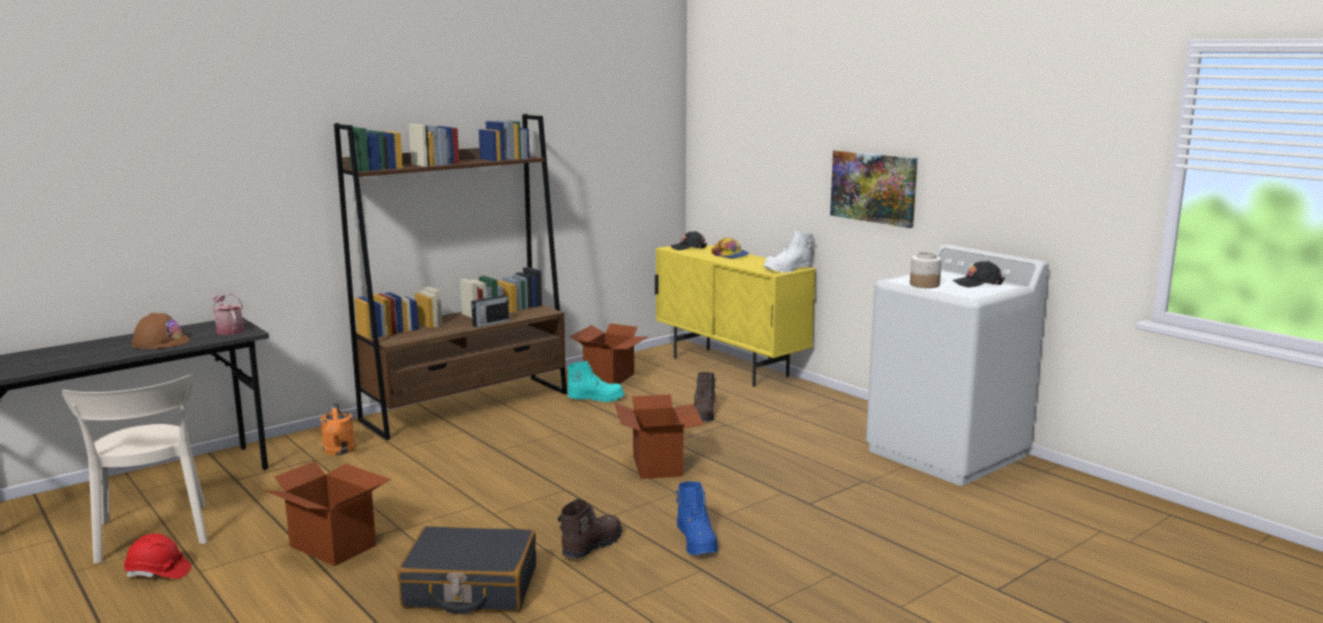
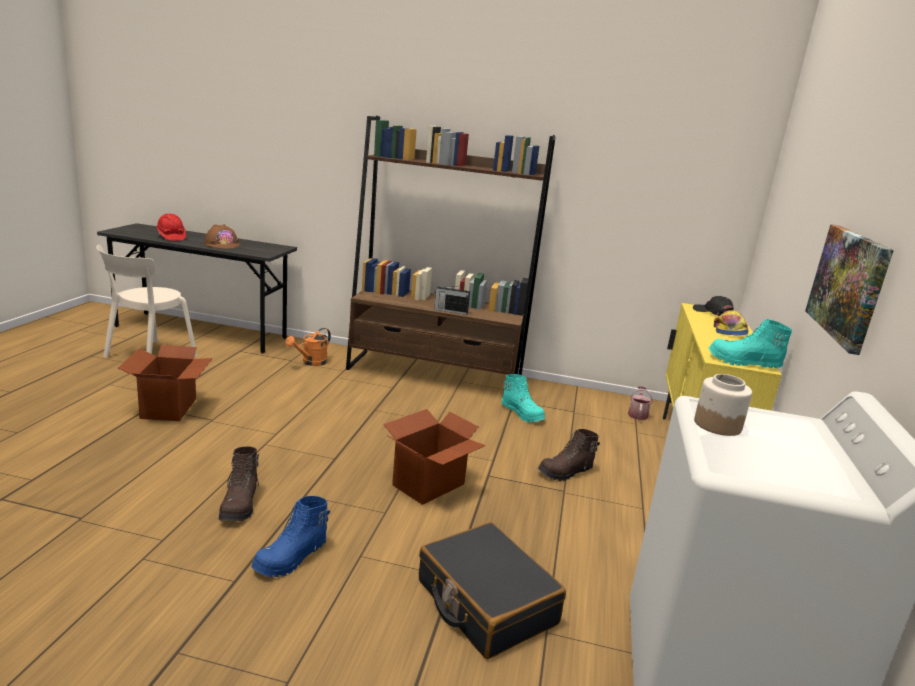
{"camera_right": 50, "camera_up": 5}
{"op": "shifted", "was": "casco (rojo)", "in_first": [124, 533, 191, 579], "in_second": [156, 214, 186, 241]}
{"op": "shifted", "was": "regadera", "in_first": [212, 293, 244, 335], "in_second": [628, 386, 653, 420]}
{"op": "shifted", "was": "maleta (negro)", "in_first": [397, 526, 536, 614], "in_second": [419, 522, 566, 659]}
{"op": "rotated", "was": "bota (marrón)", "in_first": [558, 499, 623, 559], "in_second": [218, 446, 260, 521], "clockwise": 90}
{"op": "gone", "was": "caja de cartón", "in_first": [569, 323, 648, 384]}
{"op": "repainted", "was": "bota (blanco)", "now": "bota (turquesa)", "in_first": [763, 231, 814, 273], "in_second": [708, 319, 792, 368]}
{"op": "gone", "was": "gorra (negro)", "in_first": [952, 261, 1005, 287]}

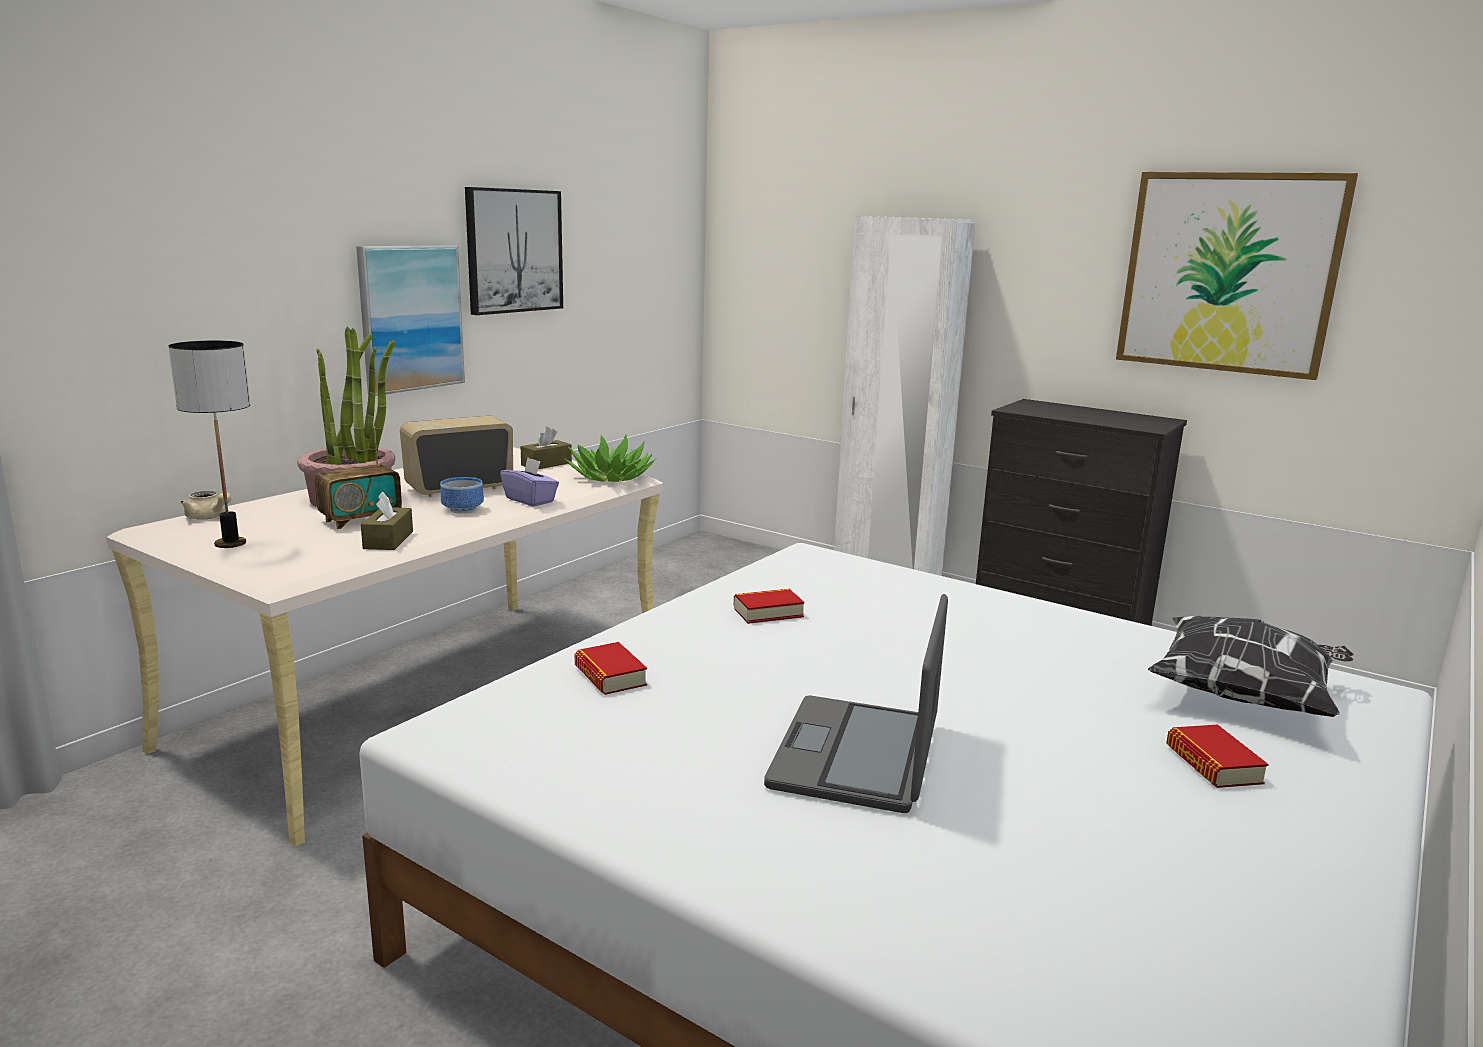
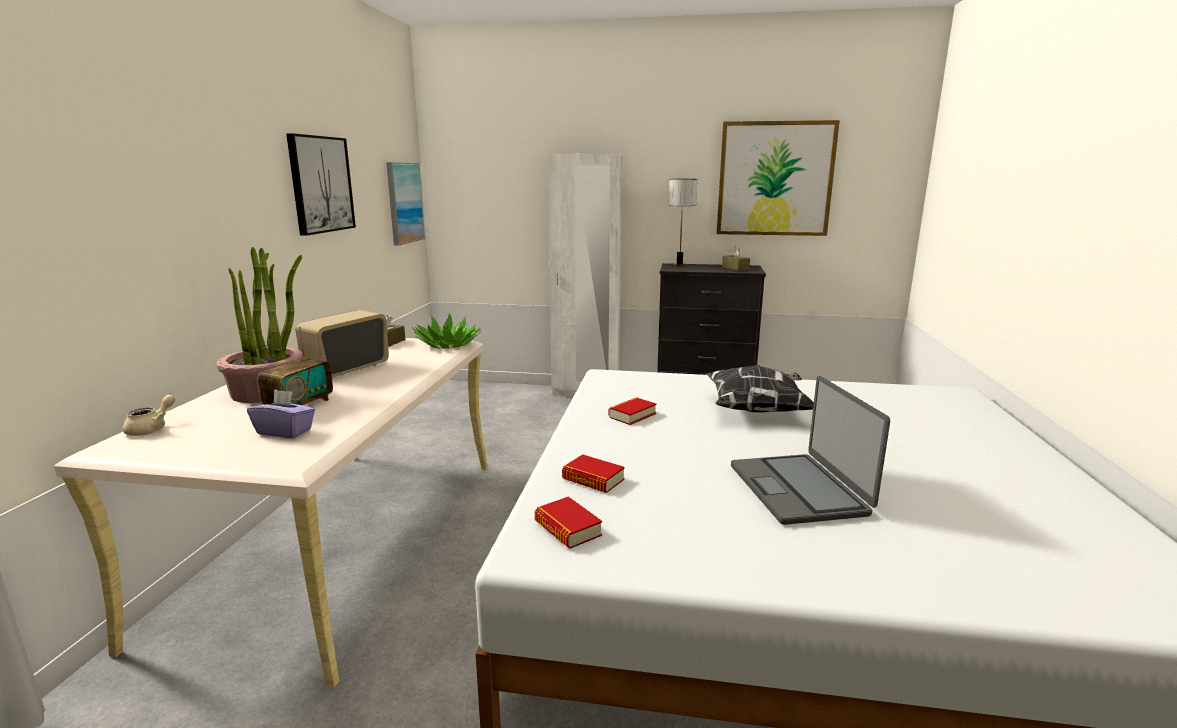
{"camera_right": -25, "camera_up": 0}
{"op": "shifted", "was": "lámpara de mesa", "in_first": [168, 341, 250, 548], "in_second": [669, 179, 697, 266]}
{"op": "rotated", "was": "tetera (beis)", "in_first": [180, 491, 231, 520], "in_second": [123, 395, 176, 436], "clockwise": -75}
{"op": "shifted", "was": "cuadro", "in_first": [356, 245, 465, 396], "in_second": [386, 162, 425, 246]}
{"op": "shifted", "was": "caja de pañuelos (marrón)", "in_first": [361, 491, 413, 550], "in_second": [722, 246, 750, 271]}
{"op": "gone", "was": "cuenco", "in_first": [440, 477, 484, 513]}
{"op": "shifted", "was": "caja de pañuelos (morado)", "in_first": [500, 457, 559, 507], "in_second": [247, 389, 315, 438]}
{"op": "shifted", "was": "cojín", "in_first": [1148, 616, 1354, 717], "in_second": [707, 365, 814, 413]}
{"op": "shifted", "was": "libro", "in_first": [1166, 725, 1269, 788], "in_second": [535, 497, 602, 549]}

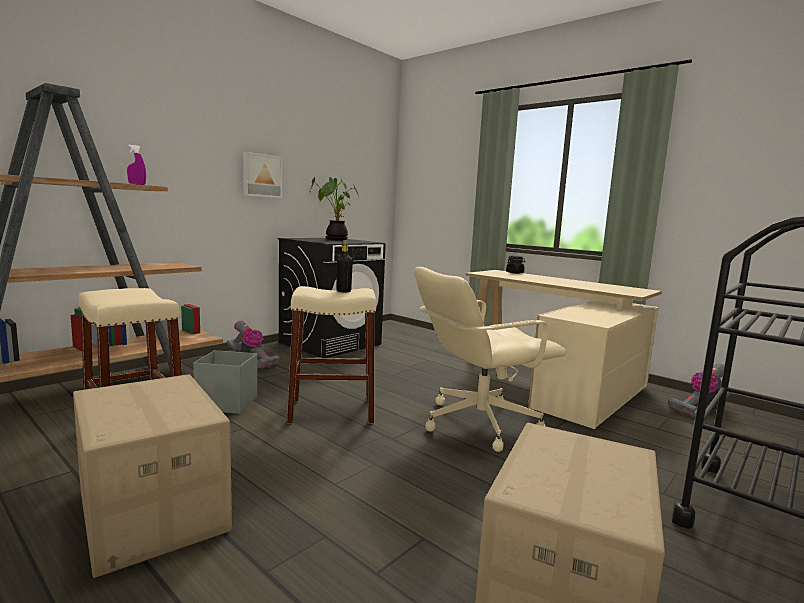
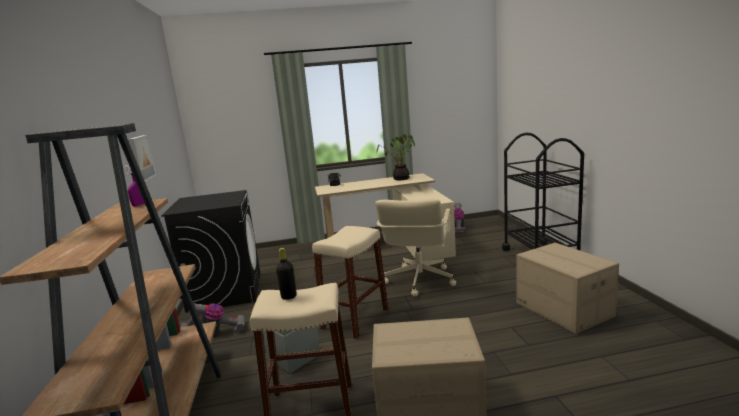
{"camera_right": -50, "camera_up": 5}
{"op": "shifted", "was": "planta en maceta", "in_first": [309, 177, 359, 240], "in_second": [376, 134, 415, 180]}
{"op": "shifted", "was": "botella (negro)", "in_first": [337, 241, 353, 292], "in_second": [276, 248, 297, 300]}

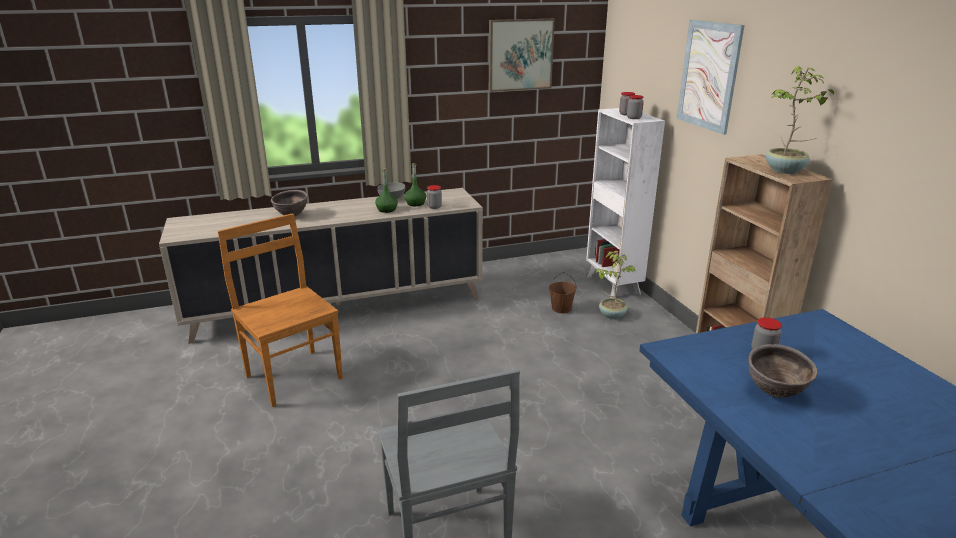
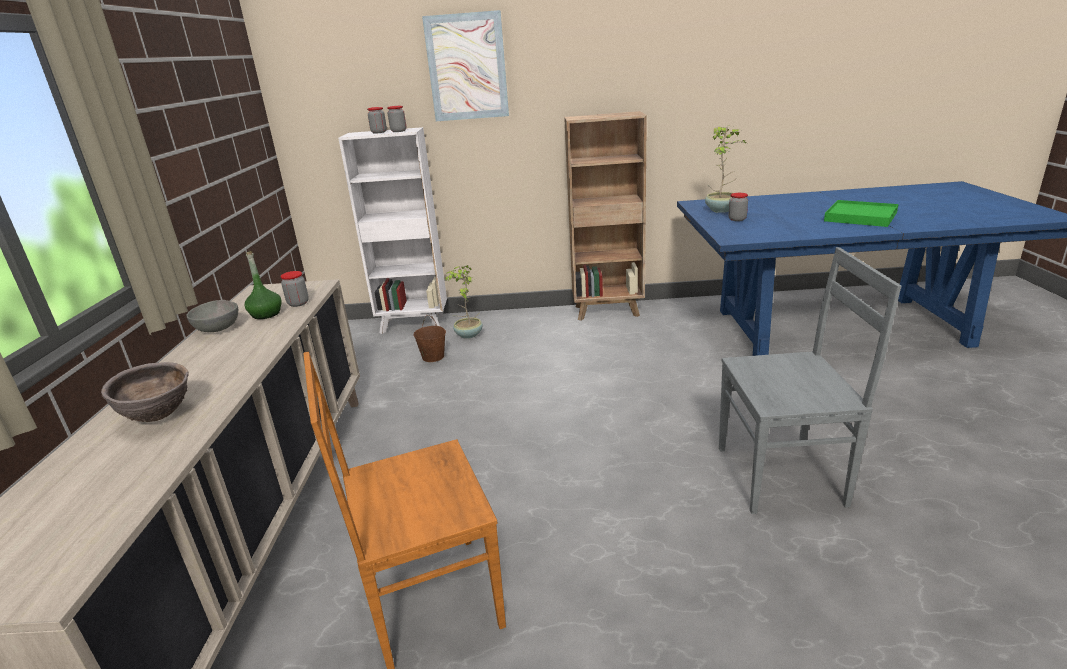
{"camera_right": -70, "camera_up": 0}
{"op": "gone", "was": "botella (verde)", "in_first": [375, 168, 398, 213]}
{"op": "gone", "was": "cuadro", "in_first": [489, 19, 555, 92]}
{"op": "gone", "was": "cuenco (marrón)", "in_first": [748, 344, 817, 398]}
{"op": "shifted", "was": "planta en maceta", "in_first": [766, 66, 834, 174], "in_second": [705, 126, 747, 213]}
{"op": "new", "now": "bandeja (verde)", "in_second": [824, 200, 899, 227]}

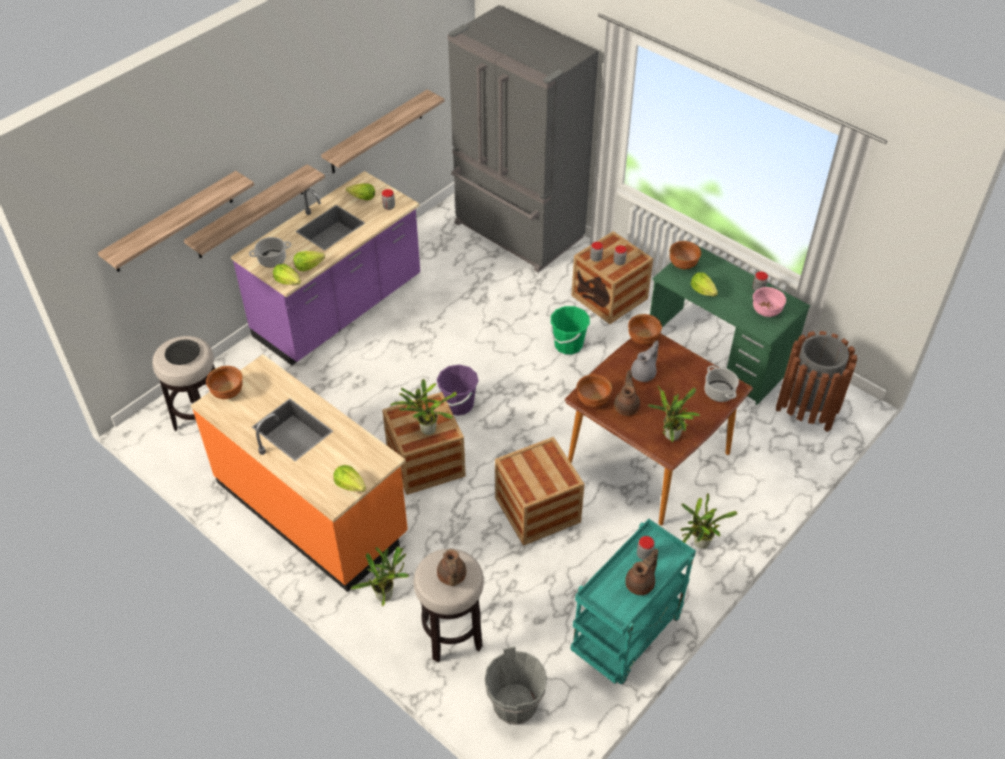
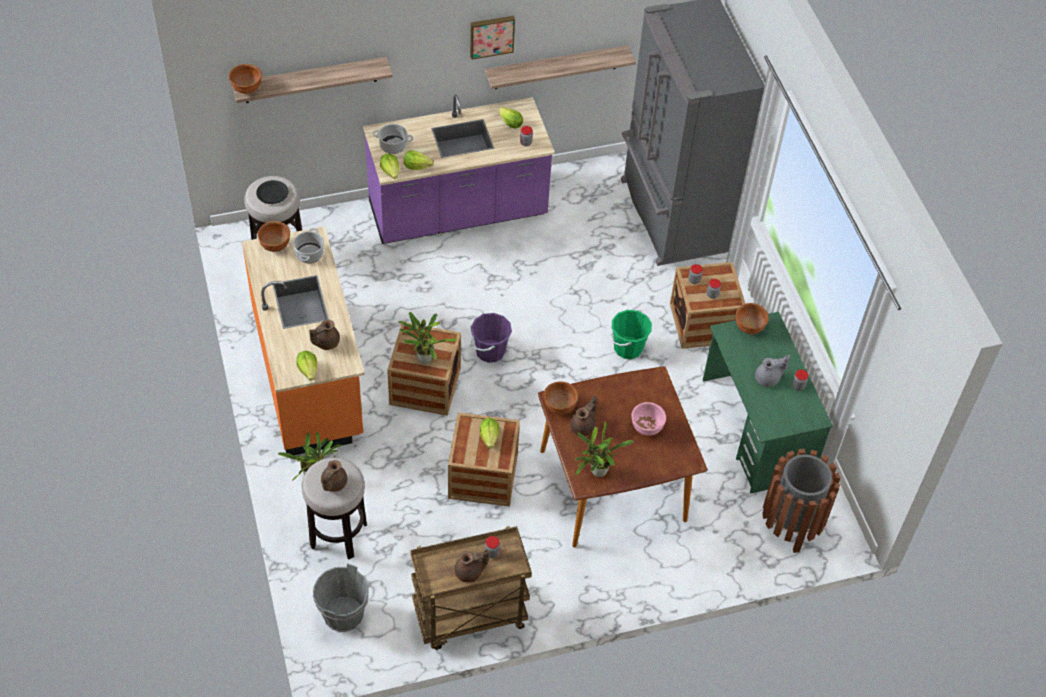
{"camera_right": 30, "camera_up": 5}
{"op": "gone", "was": "estante", "in_first": [184, 164, 325, 258]}
{"op": "repainted", "was": "carrito (turquesa)", "now": "carrito (marrón)", "in_first": [570, 519, 696, 684], "in_second": [410, 526, 532, 650]}
{"op": "shifted", "was": "cuenco (marrón)", "in_first": [628, 314, 662, 345], "in_second": [229, 64, 262, 94]}
{"op": "shifted", "was": "tetera (gris)", "in_first": [631, 340, 659, 382], "in_second": [755, 355, 790, 387]}
{"op": "gone", "was": "planta en maceta", "in_first": [680, 493, 737, 549]}
{"op": "shifted", "was": "lechuga", "in_first": [691, 272, 718, 296], "in_second": [480, 418, 499, 449]}
{"op": "shifted", "was": "olla", "in_first": [705, 366, 739, 402], "in_second": [293, 228, 324, 263]}
{"op": "shifted", "was": "cuenco (rosa)", "in_first": [753, 287, 786, 317], "in_second": [631, 402, 666, 436]}
{"op": "new", "now": "tetera (marrón)", "in_second": [309, 320, 340, 350]}
{"op": "new", "now": "cuadro", "in_second": [470, 16, 515, 60]}

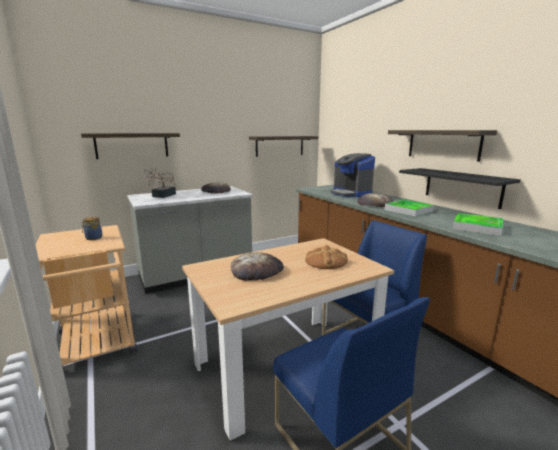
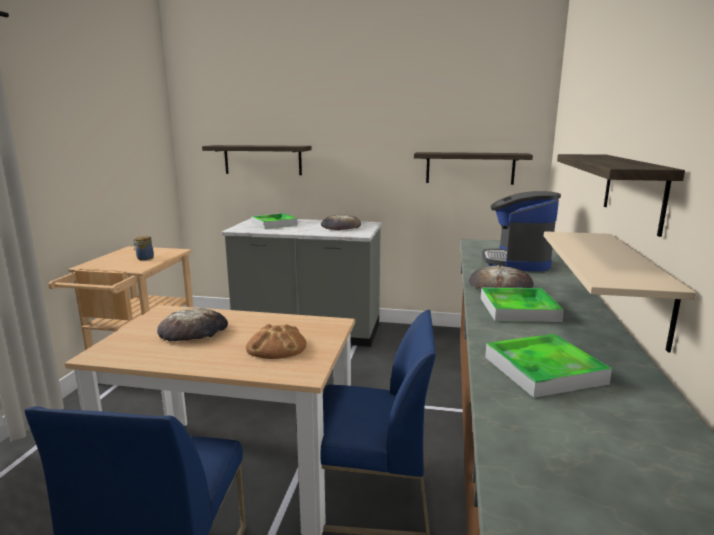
{"camera_right": 40, "camera_up": 0}
{"op": "swapped", "was": "planta en maceta", "now": "bandeja", "in_first": [144, 168, 176, 198], "in_second": [252, 213, 298, 229]}
{"op": "repainted", "was": "estante (negro)", "now": "estante (beis)", "in_first": [399, 168, 521, 209], "in_second": [544, 231, 697, 353]}

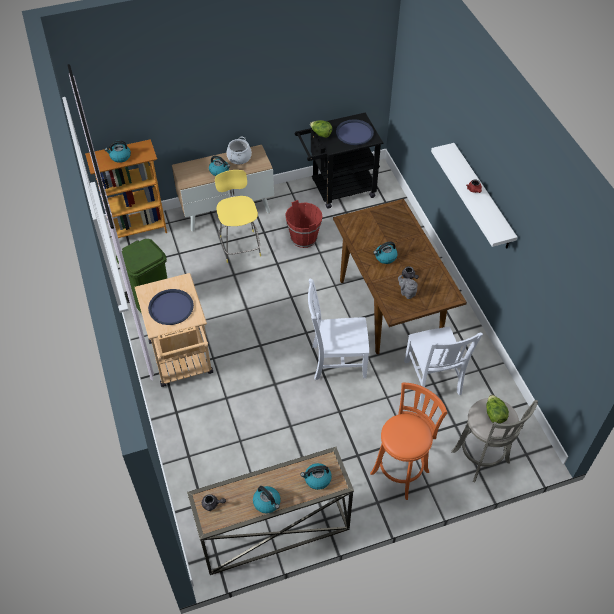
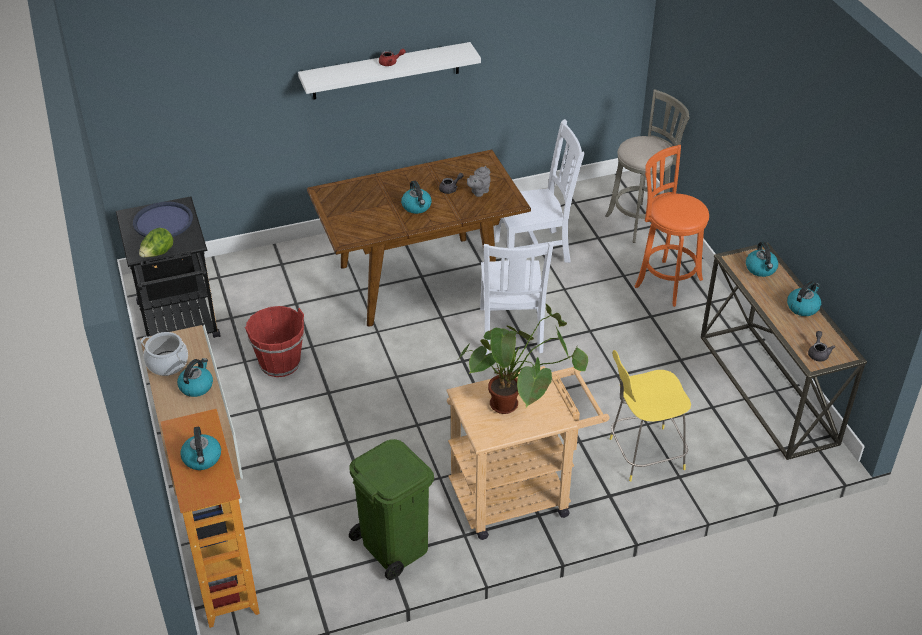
{"camera_right": -90, "camera_up": -10}
{"op": "swapped", "was": "bandeja (azul)", "now": "planta en maceta", "in_first": [148, 289, 194, 325], "in_second": [458, 304, 588, 414]}
{"op": "shifted", "was": "taburete (amarillo)", "in_first": [215, 170, 261, 263], "in_second": [610, 350, 691, 481]}
{"op": "gone", "was": "lechuga", "in_first": [486, 395, 509, 424]}

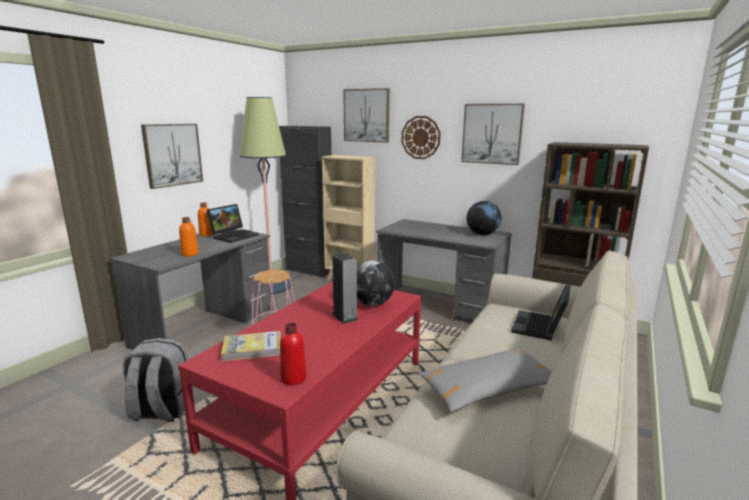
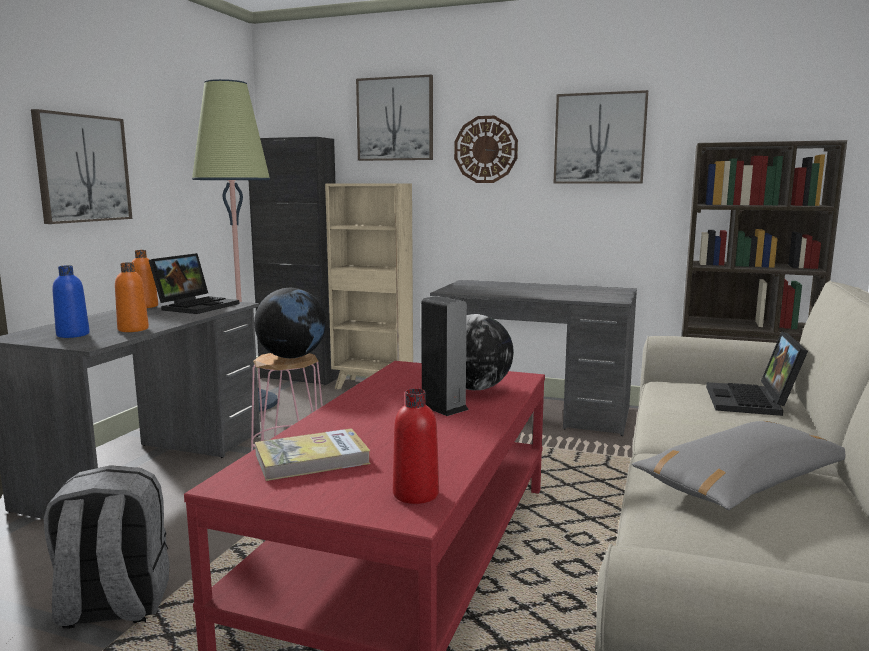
{"camera_right": -10, "camera_up": -5}
{"op": "shifted", "was": "globo terráqueo", "in_first": [467, 201, 501, 235], "in_second": [254, 288, 326, 358]}
{"op": "new", "now": "botella (azul)", "in_second": [52, 265, 90, 338]}

